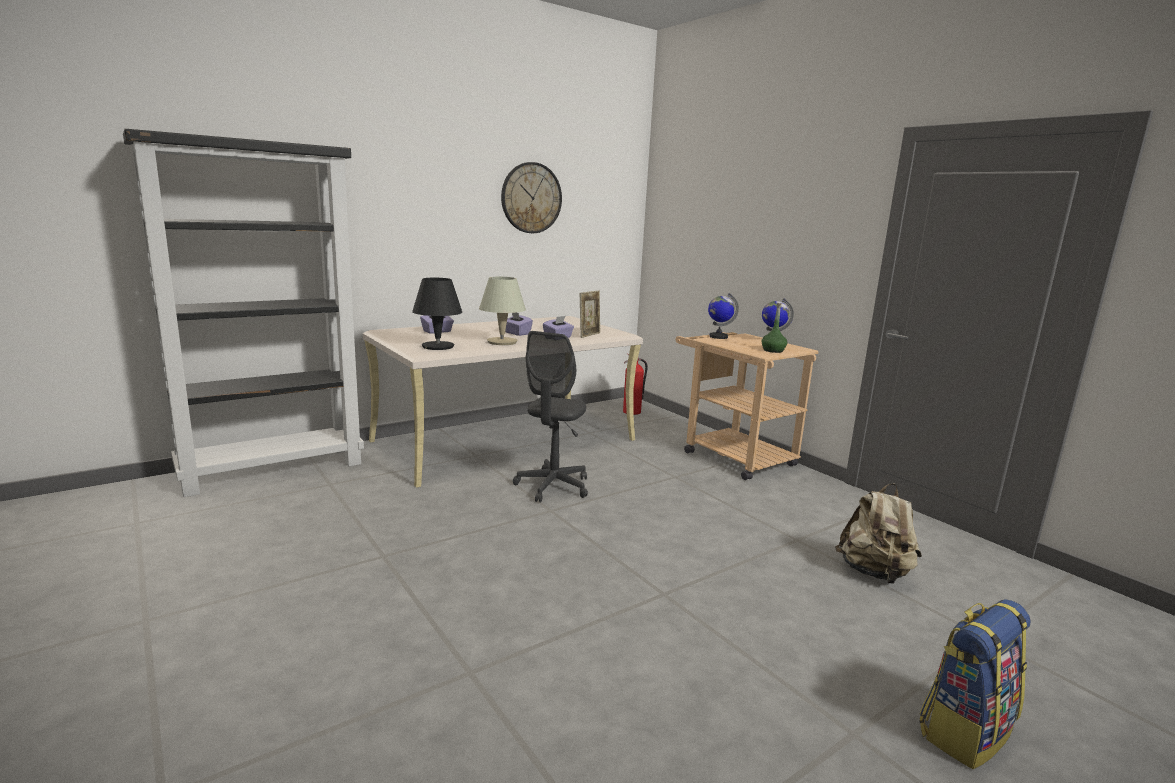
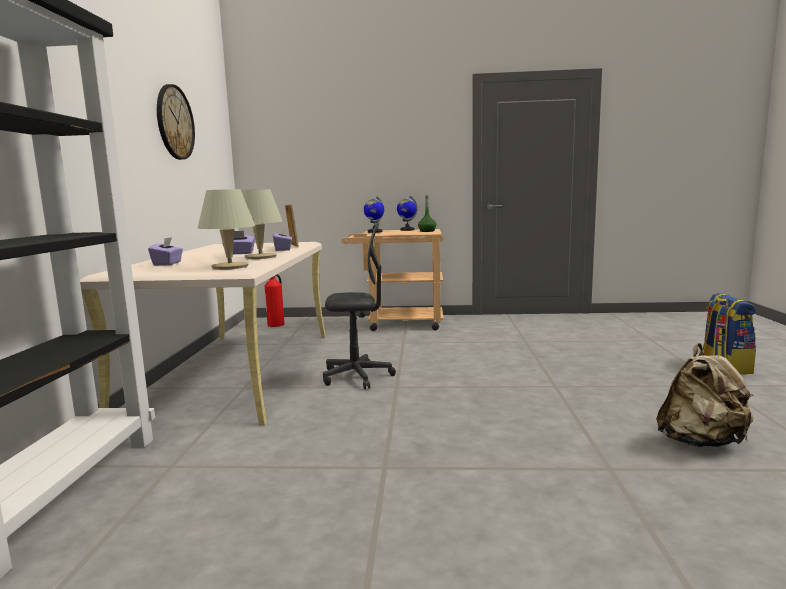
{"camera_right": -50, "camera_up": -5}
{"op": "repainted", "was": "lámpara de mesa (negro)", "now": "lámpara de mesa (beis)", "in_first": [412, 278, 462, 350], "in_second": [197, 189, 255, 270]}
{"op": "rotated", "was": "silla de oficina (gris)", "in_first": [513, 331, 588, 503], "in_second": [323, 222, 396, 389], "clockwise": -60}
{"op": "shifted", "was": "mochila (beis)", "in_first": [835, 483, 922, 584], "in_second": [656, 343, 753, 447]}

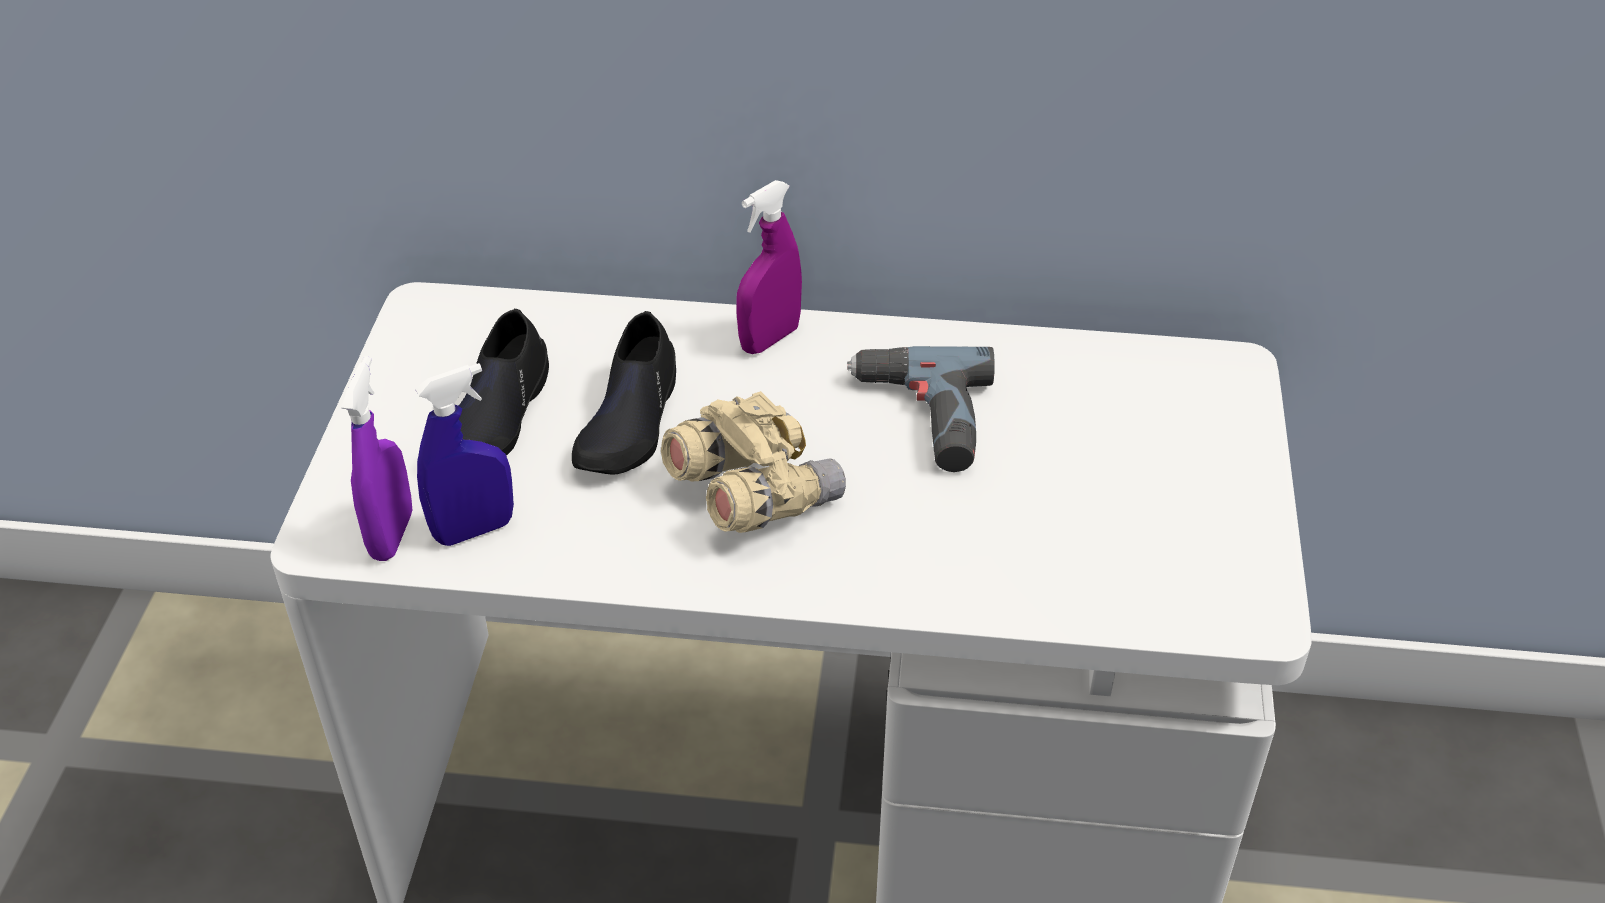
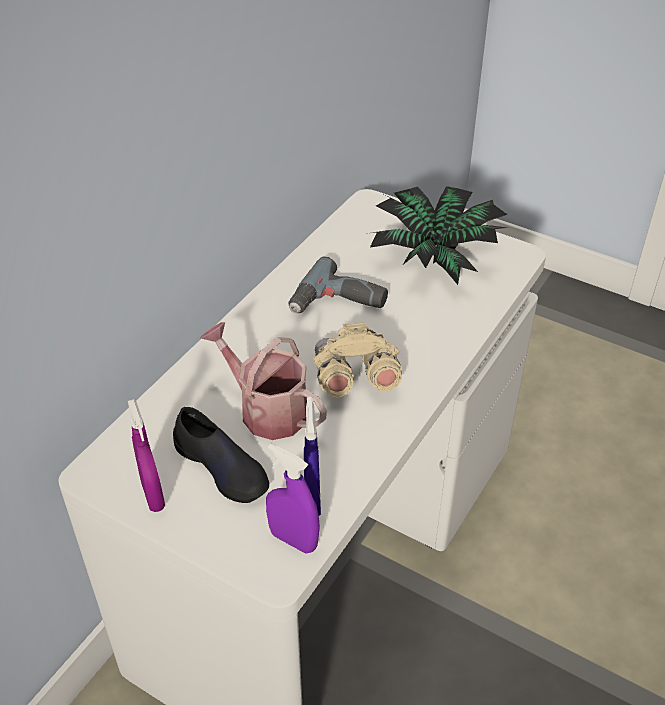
{"camera_right": -65, "camera_up": 0}
{"op": "swapped", "was": "zapato (negro)", "now": "regadera", "in_first": [572, 311, 676, 474], "in_second": [200, 322, 327, 440]}
{"op": "shifted", "was": "pulverizador (morado)", "in_first": [736, 180, 802, 354], "in_second": [128, 399, 165, 512]}
{"op": "new", "now": "planta en maceta", "in_second": [366, 186, 508, 285]}

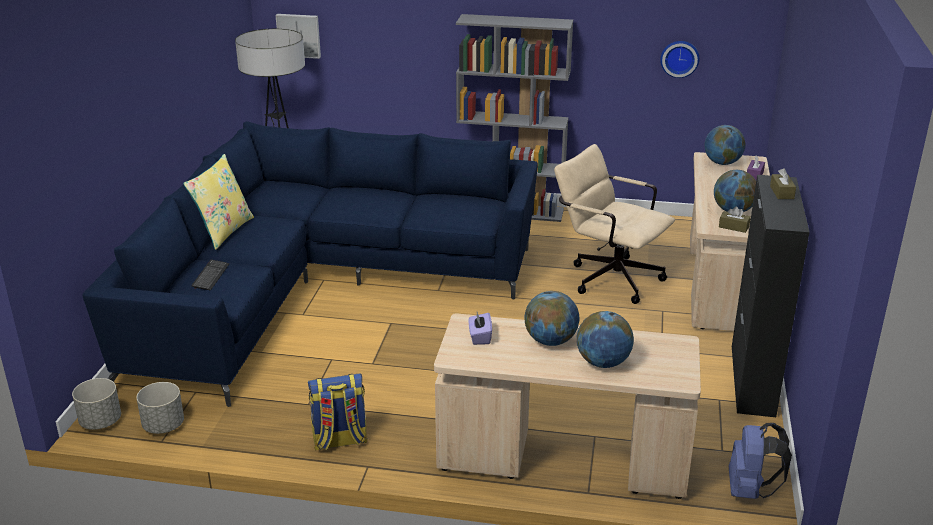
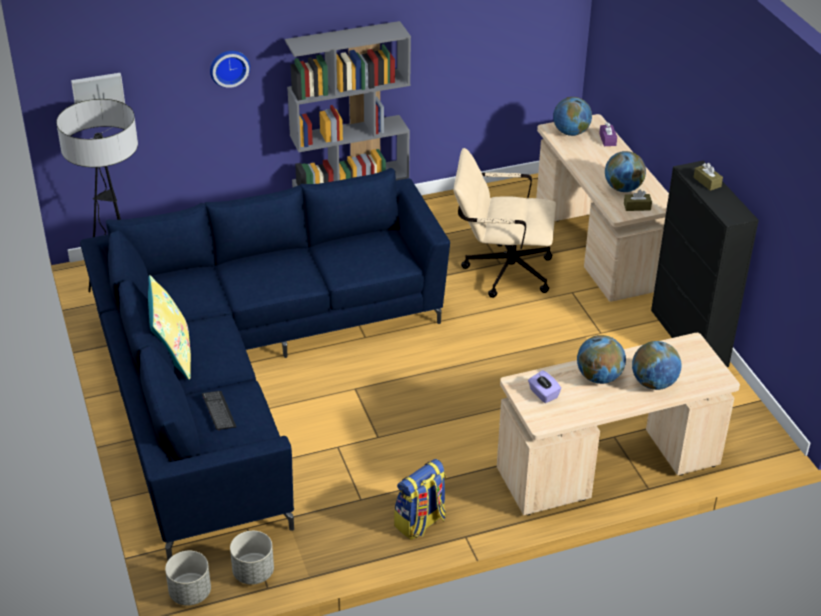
{"camera_right": -30, "camera_up": 10}
{"op": "shifted", "was": "reloj de pared", "in_first": [660, 41, 699, 78], "in_second": [210, 51, 250, 88]}
{"op": "gone", "was": "mochila (azul)", "in_first": [729, 423, 792, 499]}

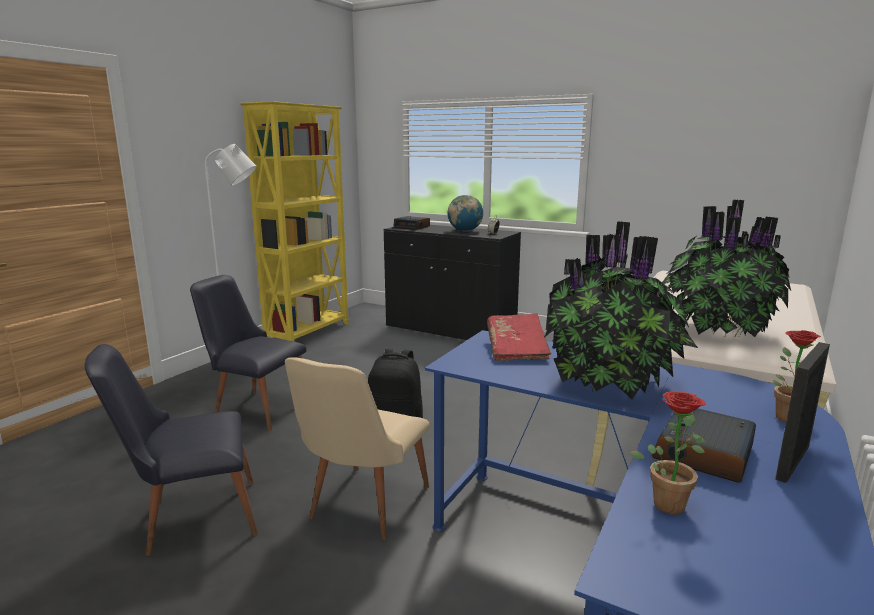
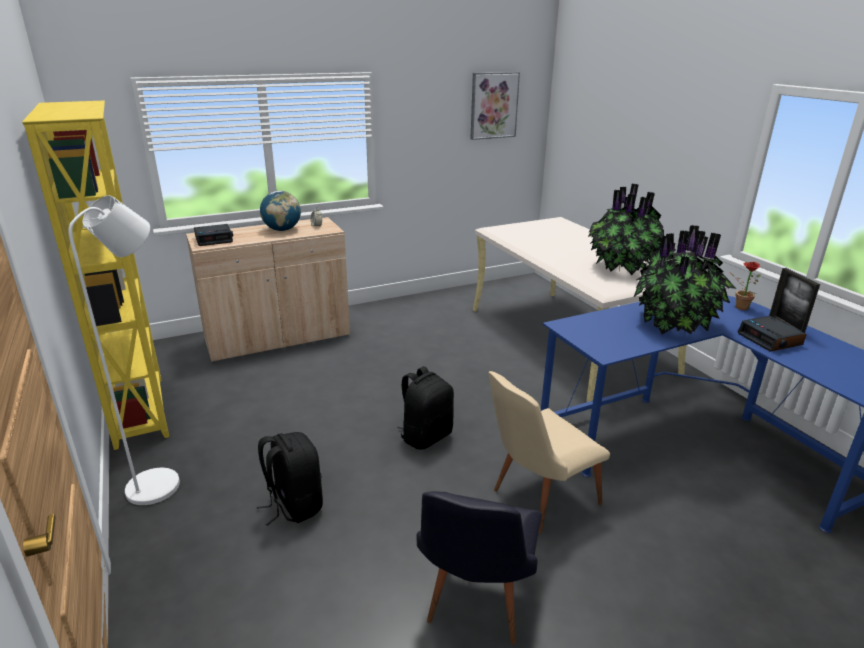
{"camera_right": -55, "camera_up": 10}
{"op": "swapped", "was": "silla (negro)", "now": "mochila (negro)", "in_first": [190, 275, 307, 431], "in_second": [257, 432, 323, 526]}
{"op": "rotated", "was": "silla (beis)", "in_first": [285, 357, 430, 540], "in_second": [488, 371, 610, 534], "clockwise": 90}
{"op": "repainted", "was": "armario (negro)", "now": "armario (beis)", "in_first": [384, 225, 521, 340], "in_second": [186, 217, 350, 363]}
{"op": "gone", "was": "libro (rojo)", "in_first": [487, 314, 551, 362]}
{"op": "gone", "was": "planta en maceta", "in_first": [630, 391, 706, 515]}
{"op": "new", "now": "cuadro", "in_second": [470, 72, 520, 140]}

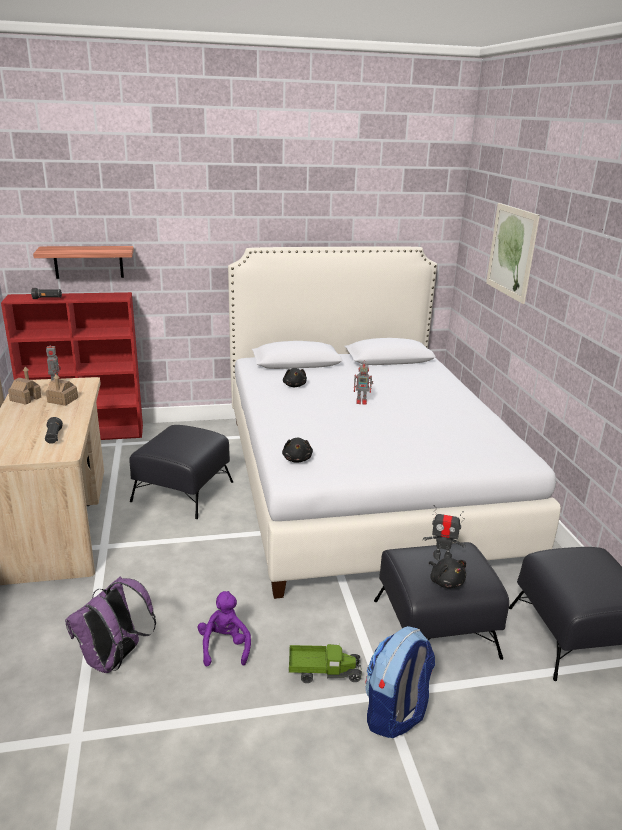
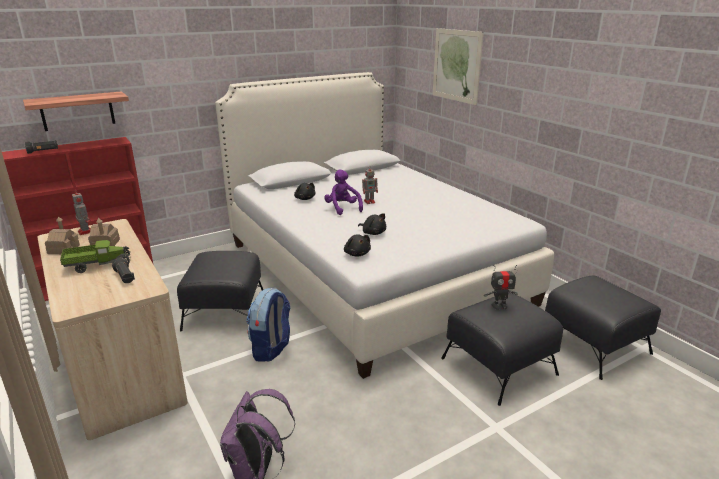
{"camera_right": -20, "camera_up": 0}
{"op": "shifted", "was": "peluche (morado)", "in_first": [198, 591, 251, 667], "in_second": [324, 170, 363, 215]}
{"op": "shifted", "was": "camión de juguete", "in_first": [289, 644, 362, 683], "in_second": [60, 240, 131, 273]}
{"op": "shifted", "was": "mochila", "in_first": [366, 626, 435, 738], "in_second": [246, 288, 290, 362]}
{"op": "shifted", "was": "peluche (negro)", "in_first": [428, 558, 466, 588], "in_second": [358, 213, 386, 235]}

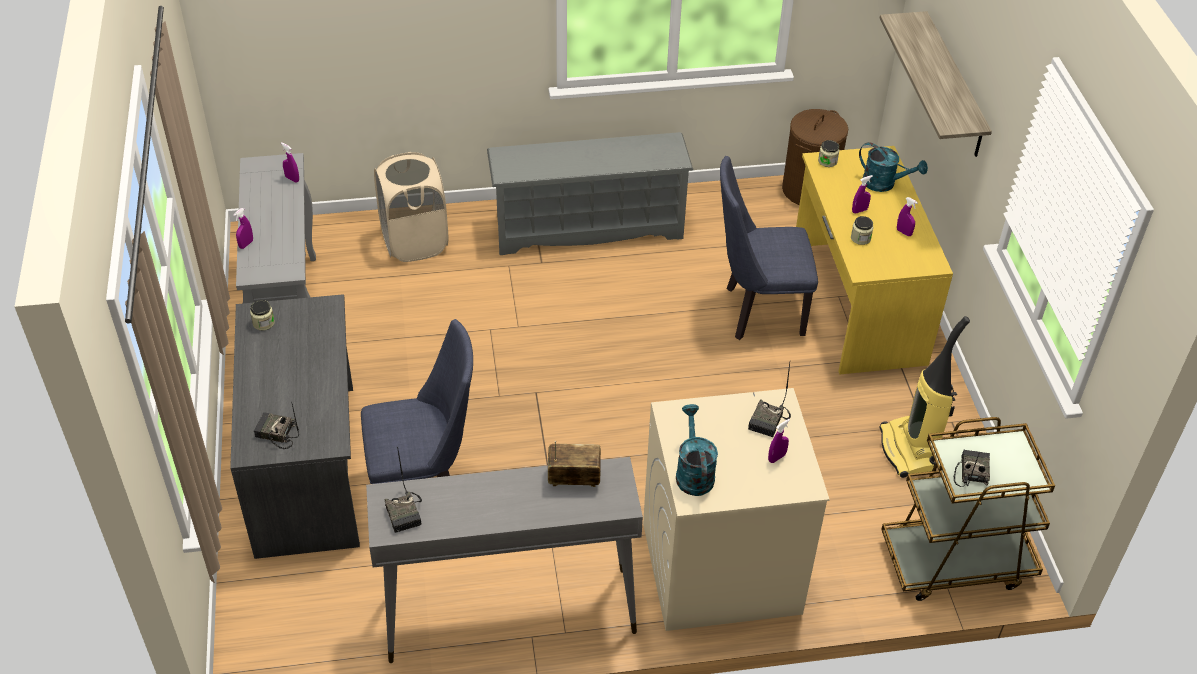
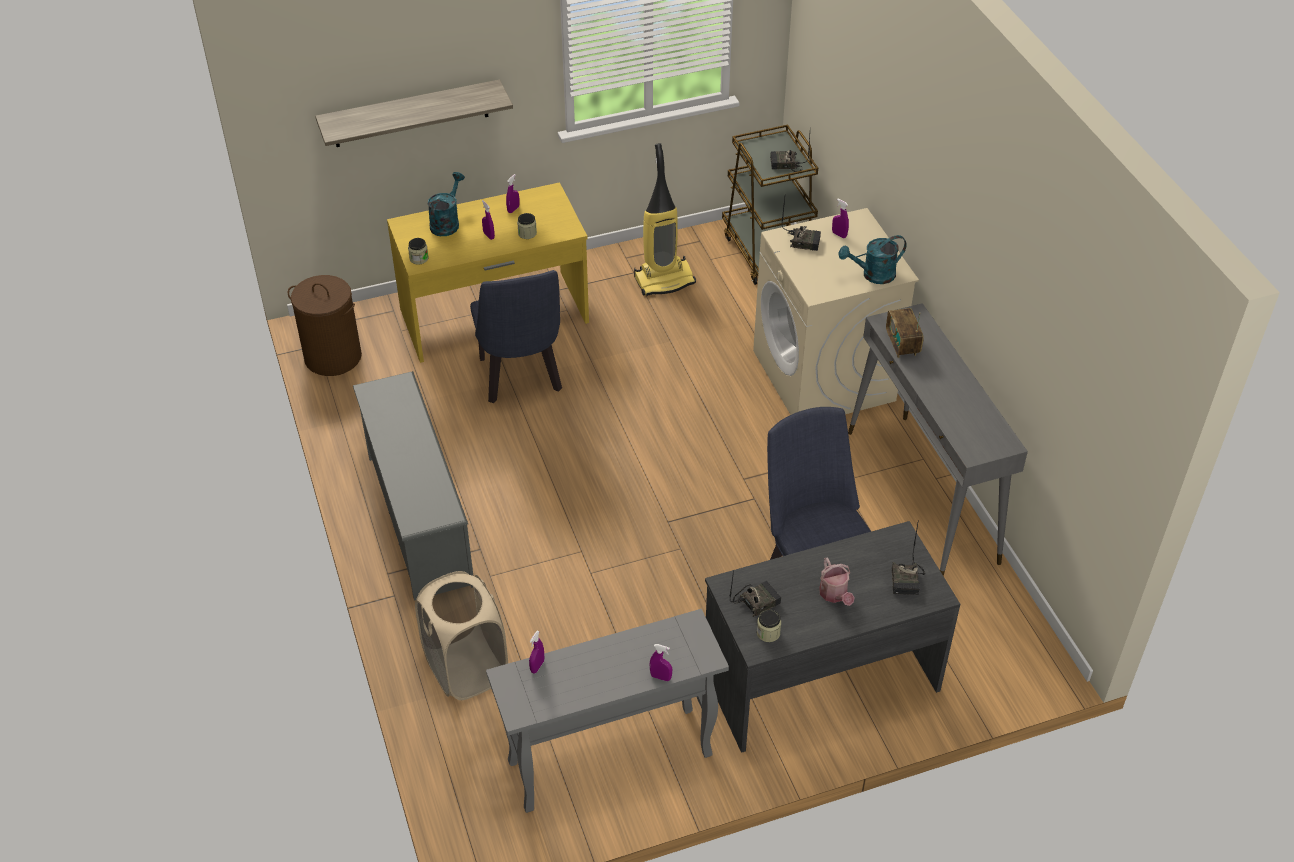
{"camera_right": -100, "camera_up": 0}
{"op": "shifted", "was": "radio", "in_first": [385, 450, 422, 533], "in_second": [730, 570, 781, 617]}
{"op": "new", "now": "regadera", "in_second": [819, 557, 855, 606]}

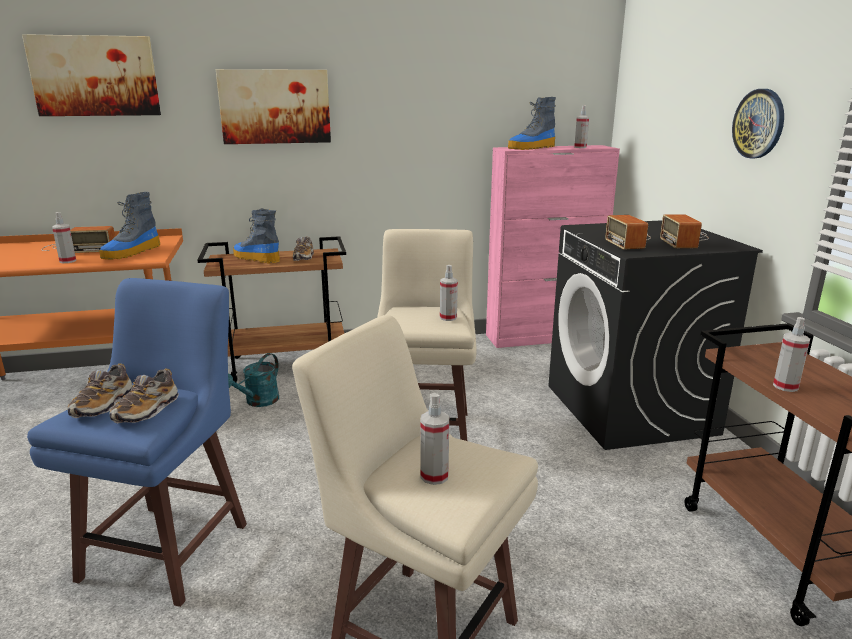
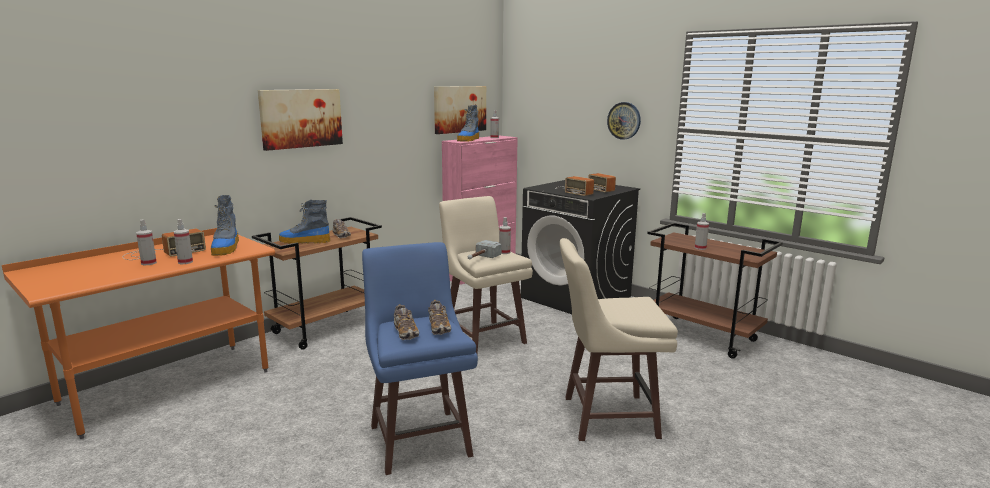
{"camera_right": -35, "camera_up": -5}
{"op": "shifted", "was": "cuadro", "in_first": [22, 34, 161, 116], "in_second": [434, 86, 486, 134]}
{"op": "gone", "was": "regadera (turquesa)", "in_first": [228, 353, 279, 407]}
{"op": "shifted", "was": "pulverizador", "in_first": [420, 393, 449, 485], "in_second": [136, 220, 157, 265]}
{"op": "new", "now": "martillo", "in_second": [467, 240, 502, 260]}

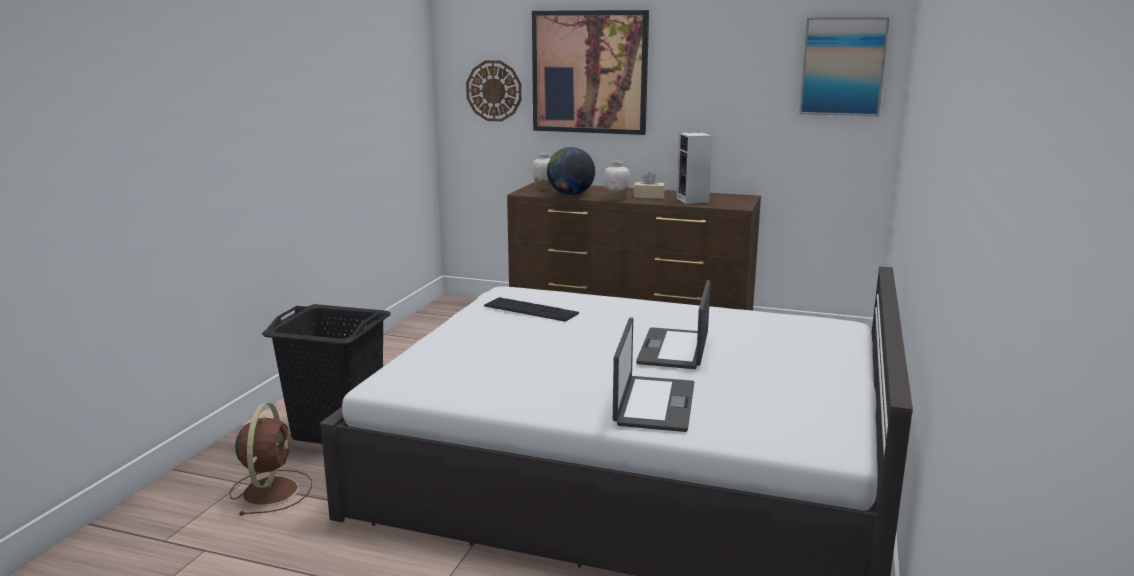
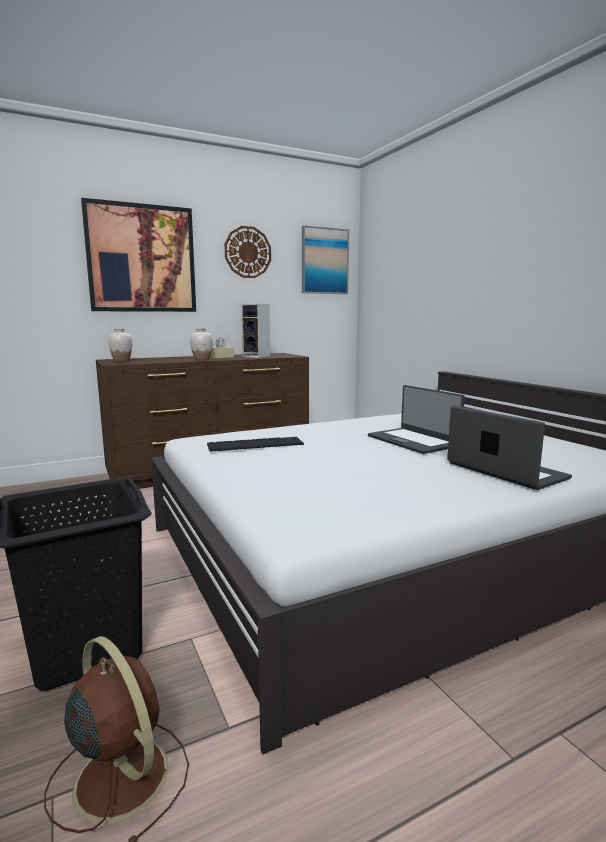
{"camera_right": -45, "camera_up": -5}
{"op": "shifted", "was": "reloj de pared", "in_first": [466, 60, 522, 122], "in_second": [224, 226, 271, 278]}
{"op": "gone", "was": "globo terráqueo", "in_first": [547, 147, 595, 196]}

